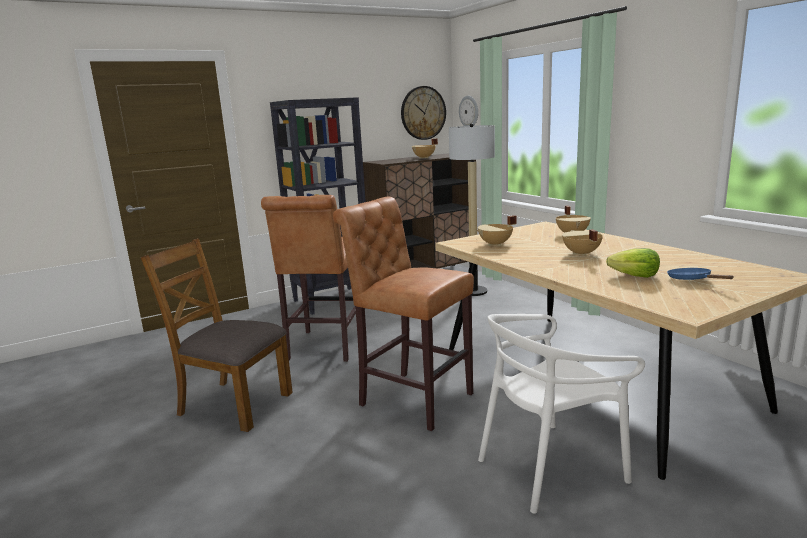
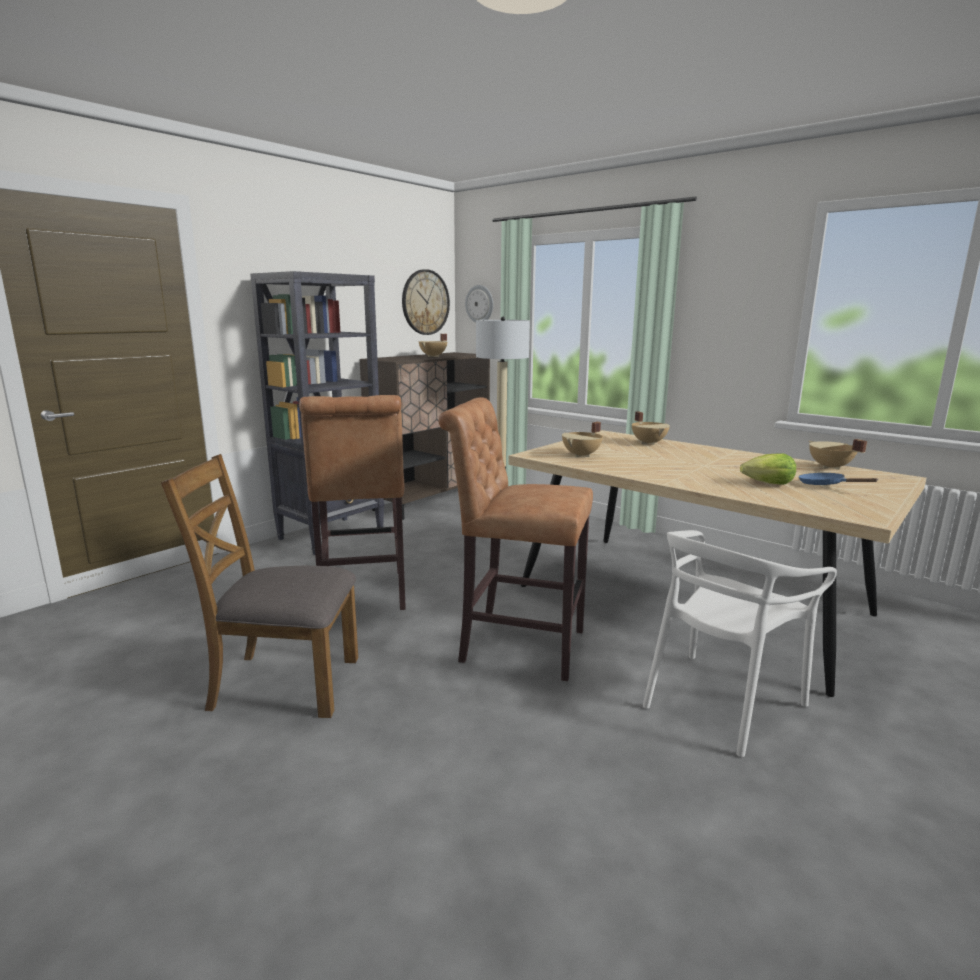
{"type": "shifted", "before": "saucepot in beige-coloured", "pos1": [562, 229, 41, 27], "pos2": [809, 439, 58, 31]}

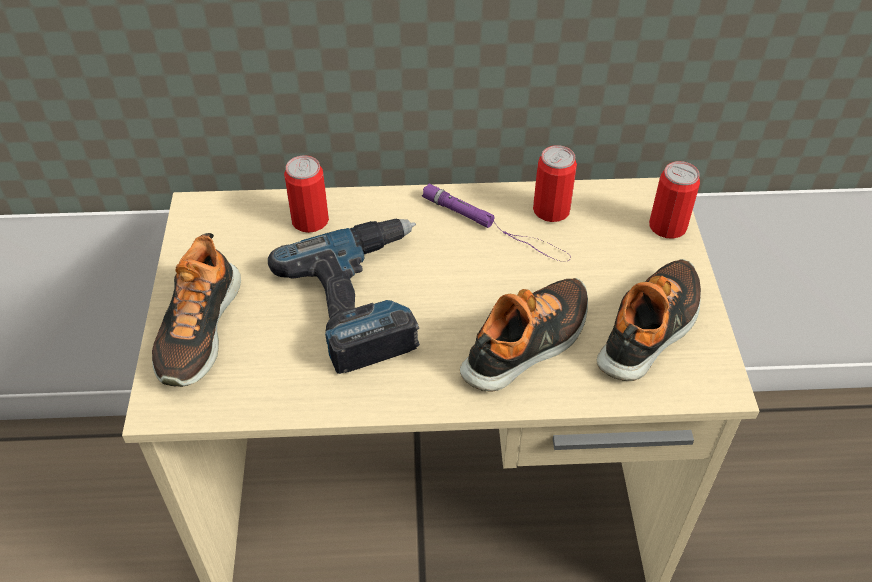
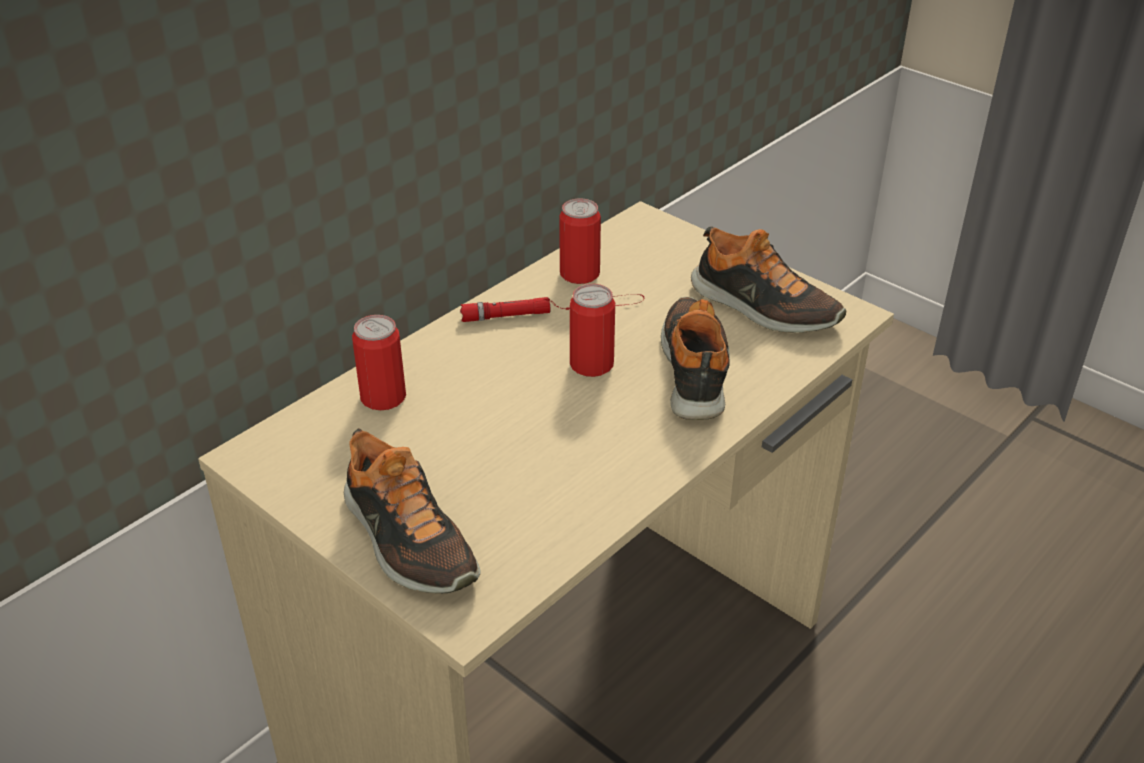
{"type": "gone", "before": "electric drill", "pos1": [268, 219, 152, 155]}
{"type": "shifted", "before": "can", "pos1": [649, 161, 51, 78], "pos2": [570, 284, 45, 93]}
{"type": "repainted", "before": "torch in purple-coloured", "after": "torch in red", "pos1": [422, 183, 149, 79], "pos2": [460, 294, 184, 28]}
{"type": "rotated", "before": "item of footwear", "pos1": [597, 259, 104, 122], "pos2": [691, 227, 155, 106], "turn": 135}

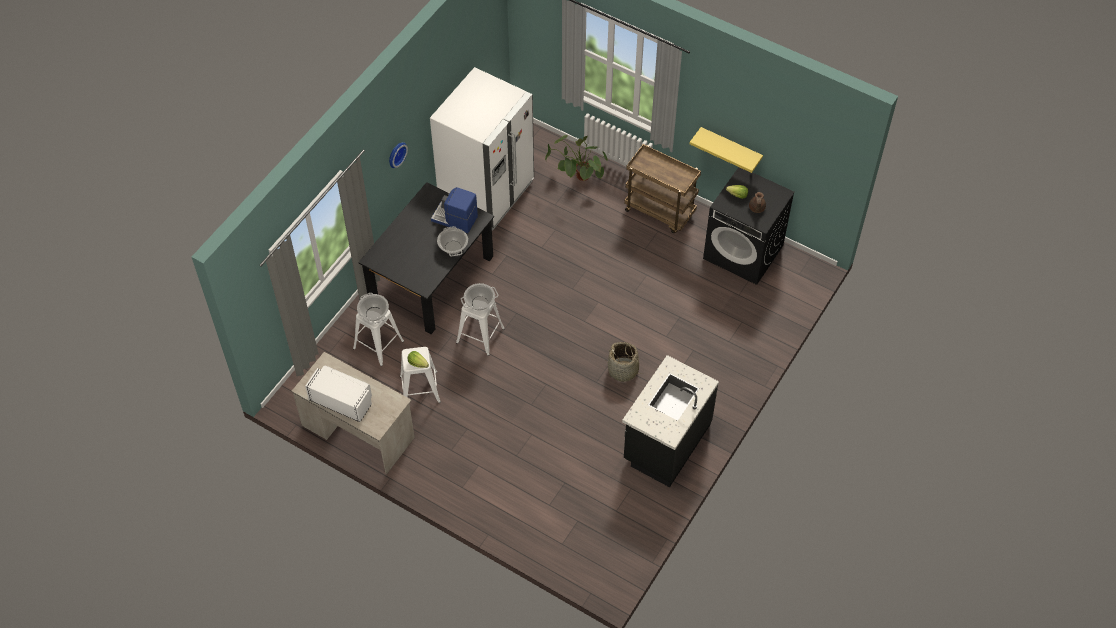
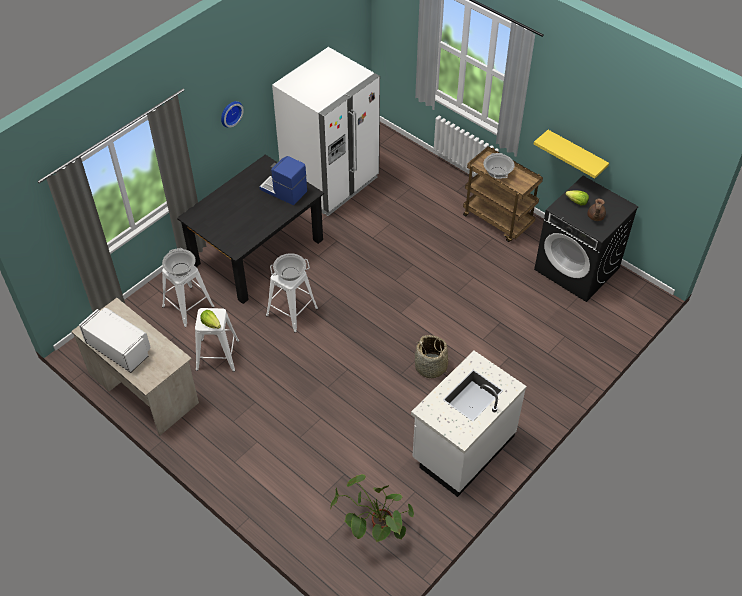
{"type": "shifted", "before": "saucepot", "pos1": [437, 226, 31, 31], "pos2": [484, 153, 31, 26]}
{"type": "shifted", "before": "houseplant", "pos1": [545, 135, 63, 46], "pos2": [330, 474, 84, 69]}
{"type": "repainted", "before": "kitchen base unit in black-coloured", "after": "kitchen base unit in white-coloured", "pos1": [622, 355, 97, 132], "pos2": [411, 351, 116, 146]}

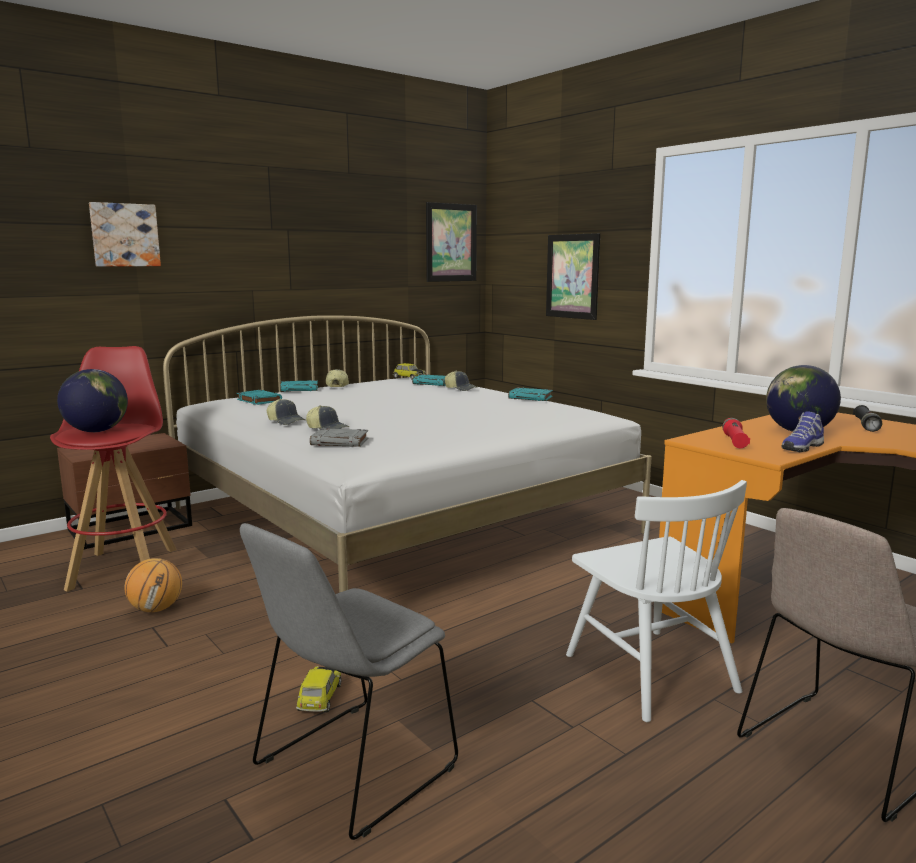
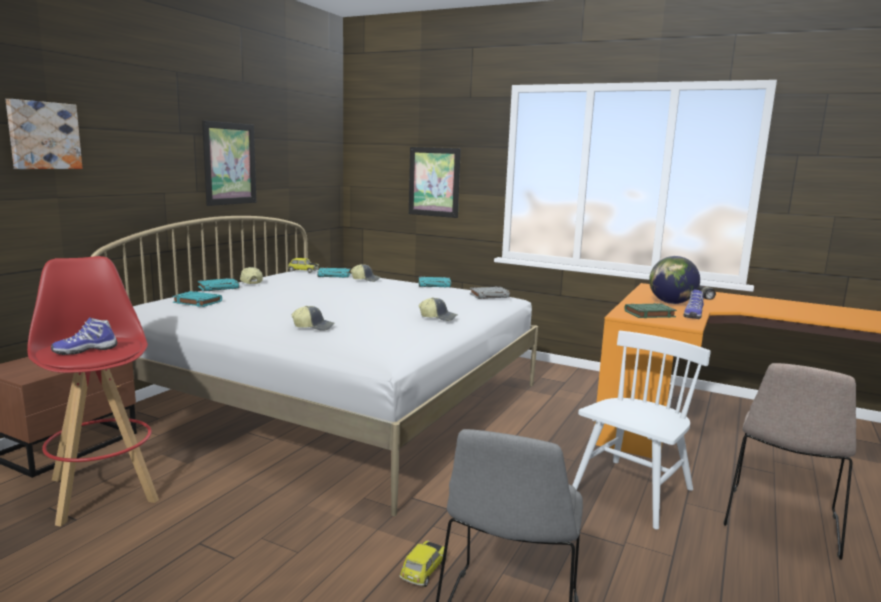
{"type": "gone", "before": "basketball", "pos1": [125, 558, 57, 54]}
{"type": "shifted", "before": "cap", "pos1": [267, 399, 38, 26], "pos2": [419, 297, 39, 24]}
{"type": "shifted", "before": "volume in grey", "pos1": [310, 428, 59, 19], "pos2": [470, 287, 40, 12]}
{"type": "shifted", "before": "wall picture", "pos1": [426, 202, 51, 80], "pos2": [202, 120, 54, 86]}
{"type": "swapped", "before": "desk globe", "after": "item of footwear", "pos1": [57, 369, 71, 63], "pos2": [51, 318, 67, 37]}
{"type": "swapped", "before": "torch in red", "after": "volume in green", "pos1": [723, 418, 27, 30], "pos2": [624, 303, 53, 15]}
{"type": "rotated", "before": "miniature car", "pos1": [296, 666, 45, 46], "pos2": [399, 540, 48, 47], "turn": 45}
{"type": "rotated", "before": "plain chair in white-coloured", "pos1": [566, 480, 181, 242], "pos2": [572, 331, 139, 199], "turn": -90}

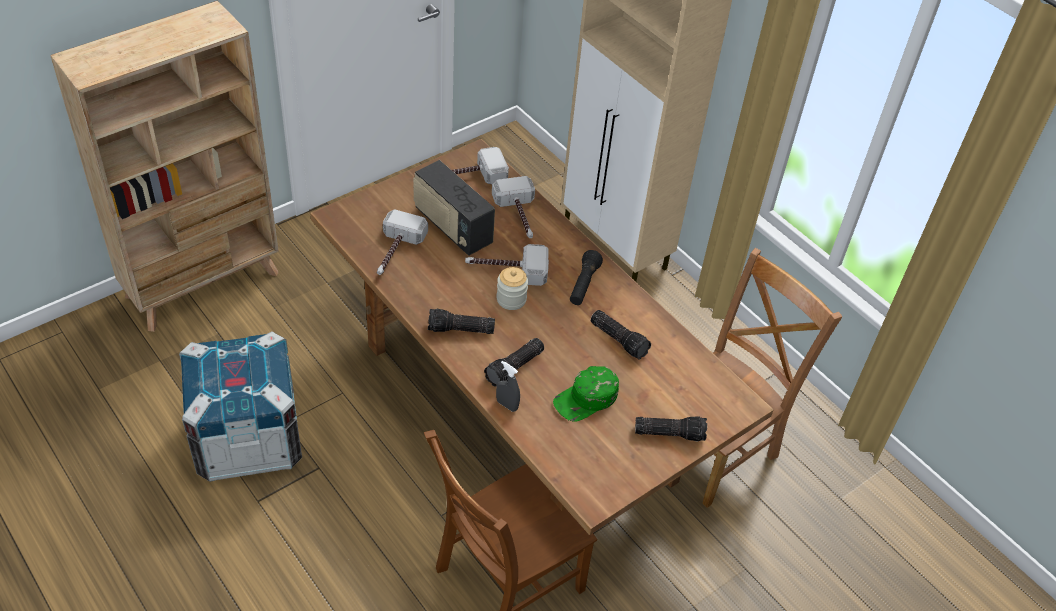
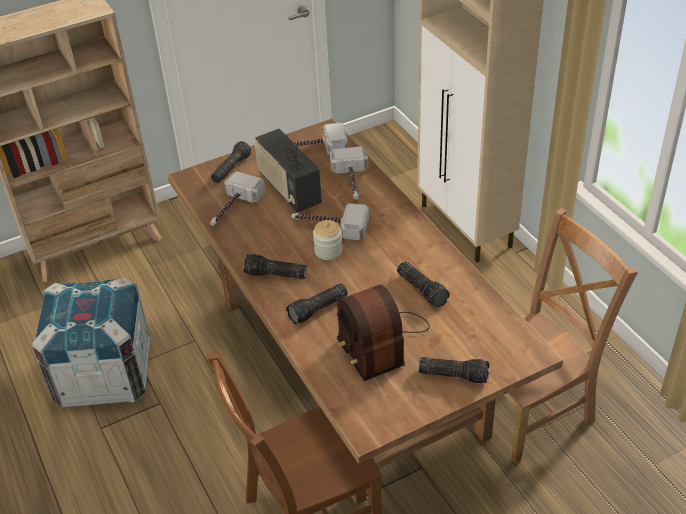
{"type": "gone", "before": "spray bottle in grey", "pos1": [496, 361, 24, 51]}
{"type": "shifted", "before": "torch in black-coloured", "pos1": [570, 250, 33, 55], "pos2": [211, 141, 40, 42]}
{"type": "swapped", "before": "cap in green", "after": "radio receiver", "pos1": [553, 366, 66, 56], "pos2": [337, 285, 93, 96]}

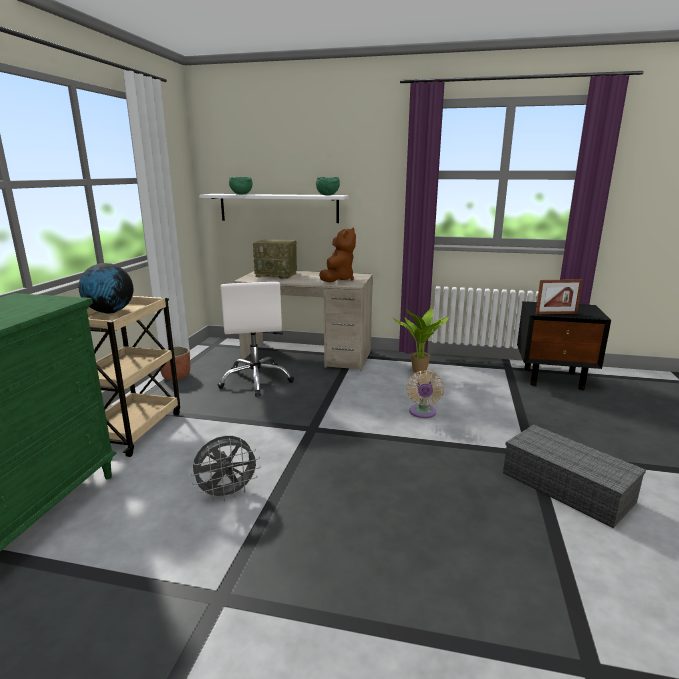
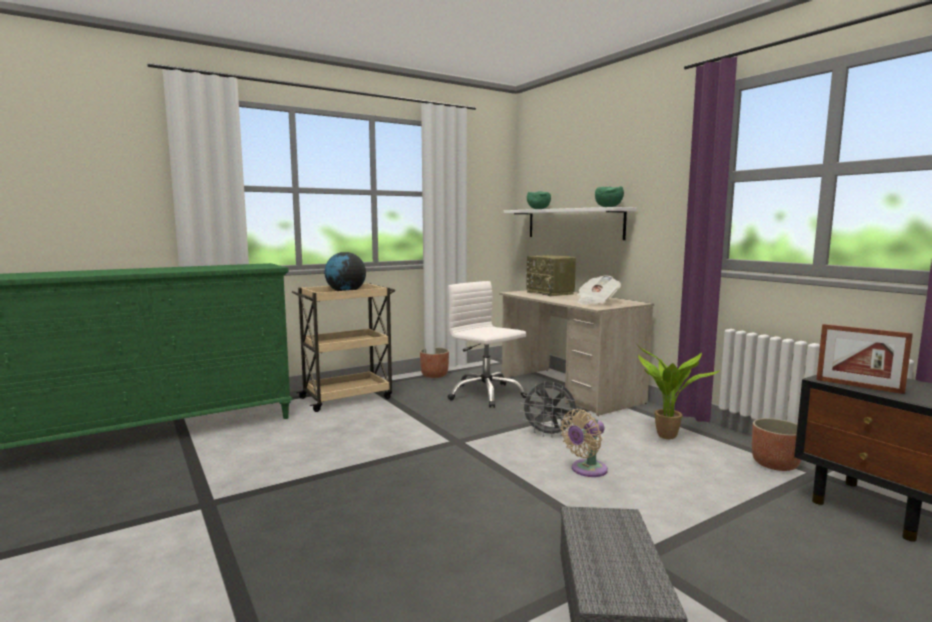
{"type": "new", "after": "plant pot", "pos2": [752, 418, 49, 53]}
{"type": "shifted", "before": "electric fan in grey", "pos1": [191, 436, 70, 65], "pos2": [520, 382, 58, 56]}
{"type": "swapped", "before": "soft toy in brown-coloured", "after": "daily paper", "pos1": [319, 228, 37, 55], "pos2": [577, 275, 44, 30]}
{"type": "rotated", "before": "computer chair in white-coloured", "pos1": [217, 282, 77, 114], "pos2": [448, 281, 80, 127], "turn": 105}

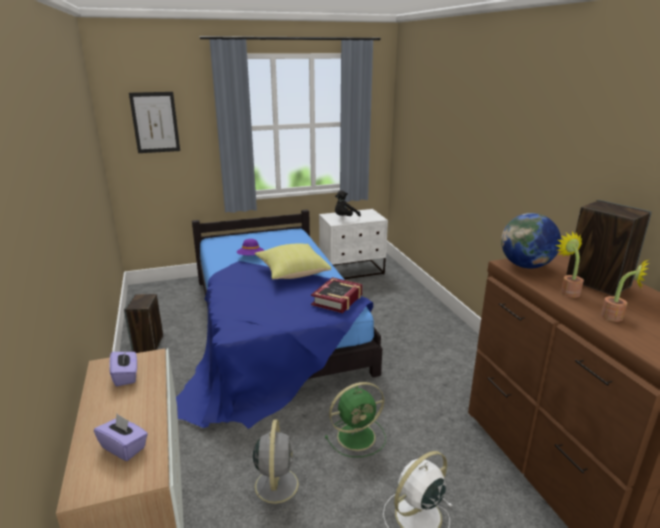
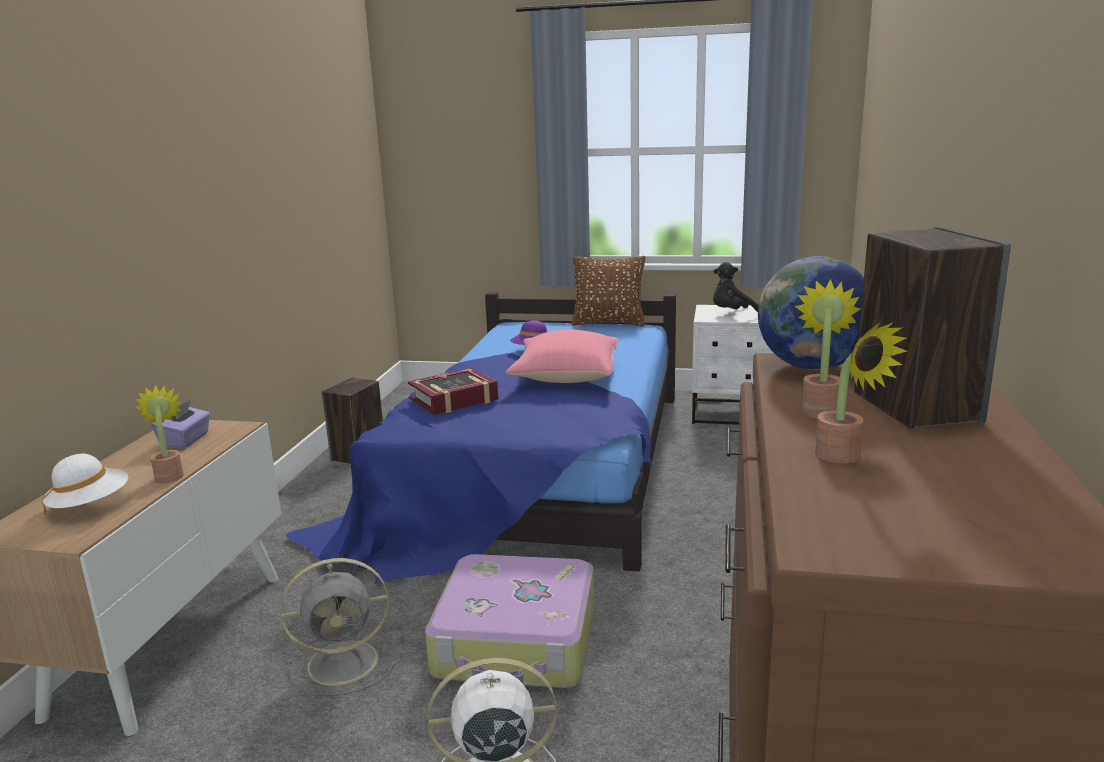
{"type": "gone", "before": "wall picture", "pos1": [129, 92, 51, 61]}
{"type": "new", "after": "houseplant", "pos2": [135, 385, 49, 98]}
{"type": "new", "after": "cushion in brown-coloured", "pos2": [572, 256, 73, 71]}
{"type": "shifted", "before": "volume", "pos1": [311, 277, 52, 36], "pos2": [408, 368, 91, 47]}
{"type": "swapped", "before": "box of tissues in purple-coloured", "after": "hat in white-coloured", "pos1": [94, 414, 54, 47], "pos2": [42, 454, 86, 61]}
{"type": "swapped", "before": "electric fan in green", "after": "travel case", "pos1": [325, 382, 61, 75], "pos2": [425, 554, 169, 134]}
{"type": "repainted", "before": "cushion in yellow-coloured", "after": "cushion in pink-coloured", "pos1": [254, 243, 77, 36], "pos2": [506, 329, 112, 54]}
{"type": "rotated", "before": "electric fan in grey", "pos1": [245, 420, 62, 94], "pos2": [280, 558, 116, 138], "turn": 45}

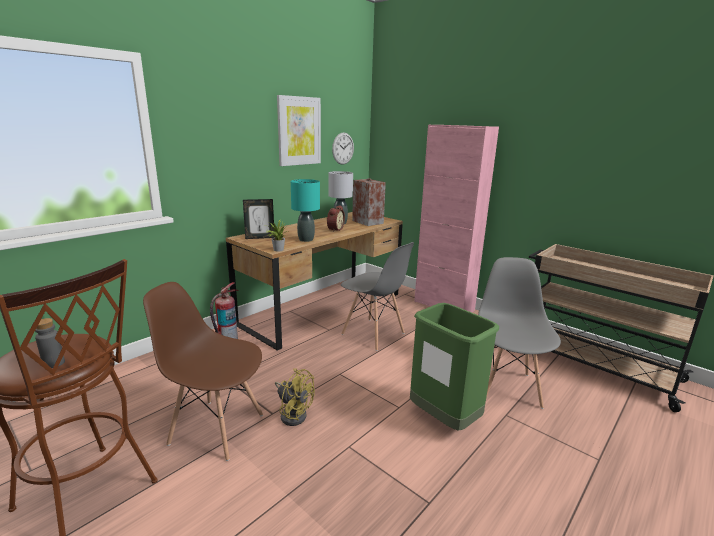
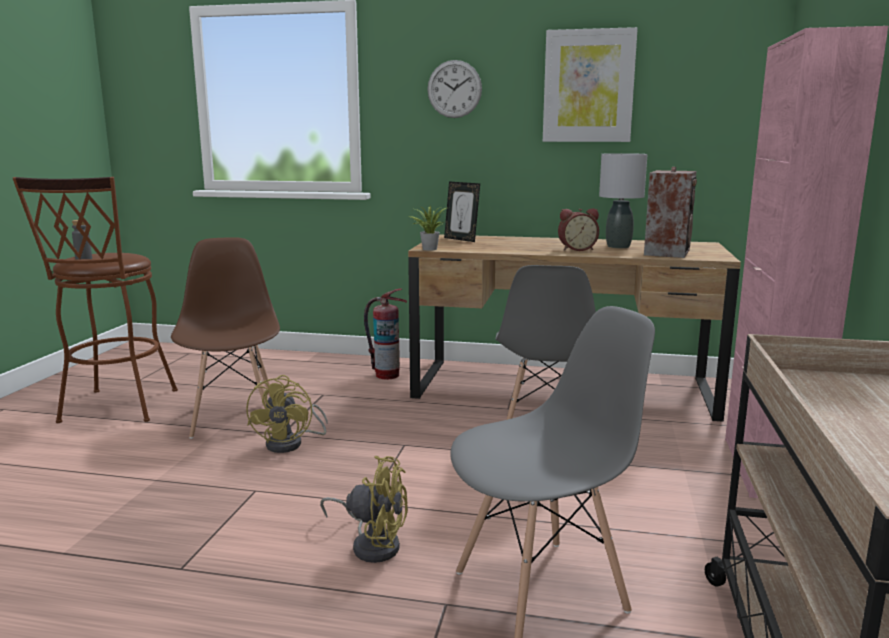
{"type": "gone", "before": "lamp for a table in blue-green", "pos1": [291, 179, 29, 63]}
{"type": "shifted", "before": "clock on the wall", "pos1": [332, 132, 22, 33], "pos2": [427, 60, 55, 58]}
{"type": "swapped", "before": "trash can in green", "after": "electric fan in yellow-coloured", "pos1": [410, 303, 89, 128], "pos2": [320, 456, 88, 107]}

